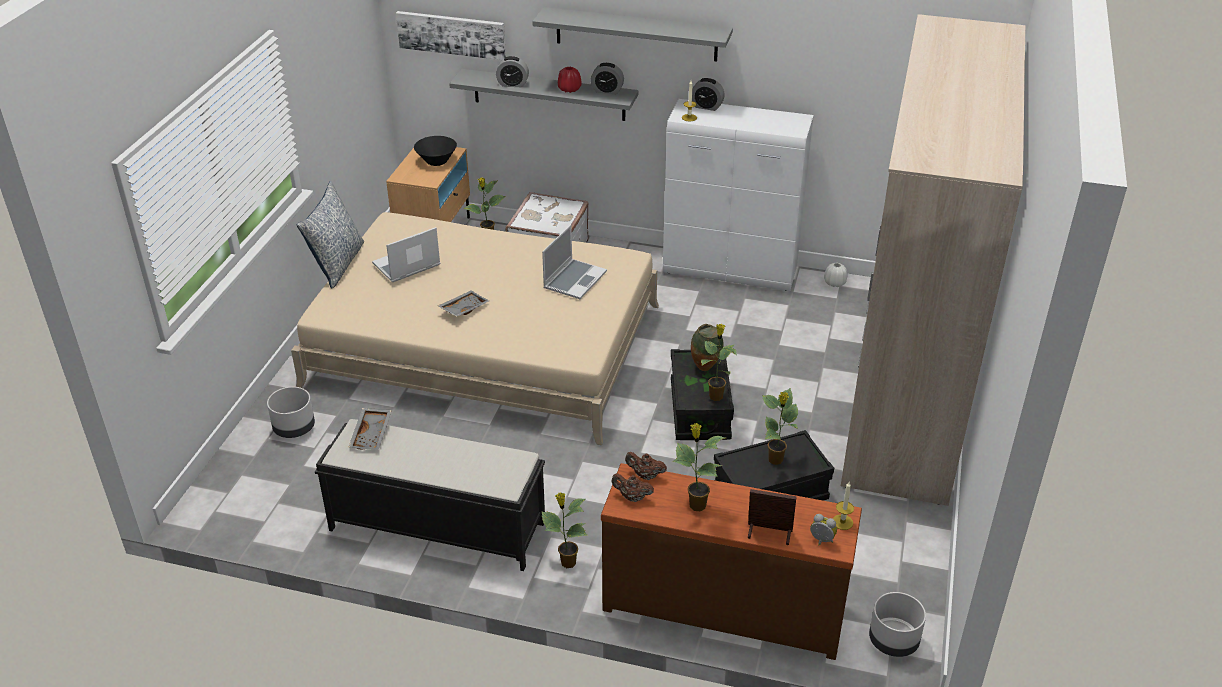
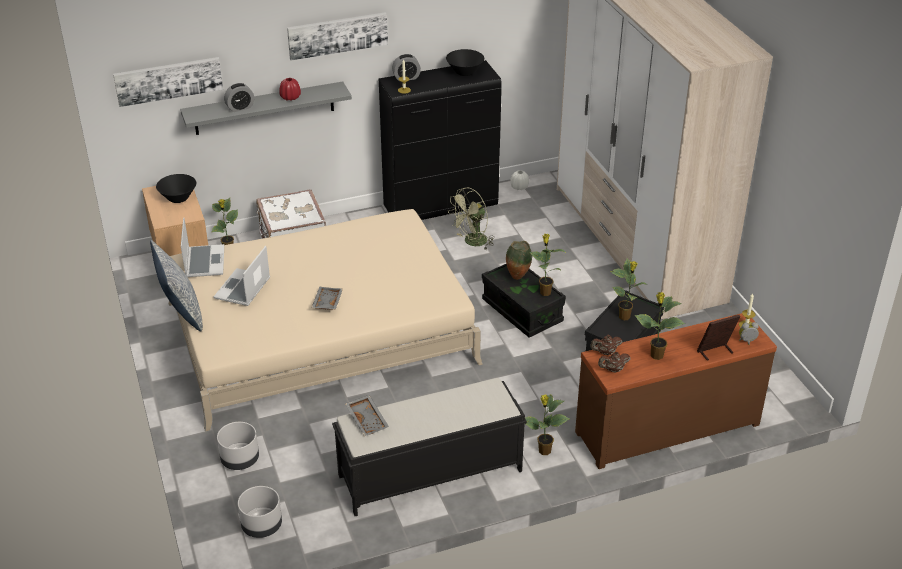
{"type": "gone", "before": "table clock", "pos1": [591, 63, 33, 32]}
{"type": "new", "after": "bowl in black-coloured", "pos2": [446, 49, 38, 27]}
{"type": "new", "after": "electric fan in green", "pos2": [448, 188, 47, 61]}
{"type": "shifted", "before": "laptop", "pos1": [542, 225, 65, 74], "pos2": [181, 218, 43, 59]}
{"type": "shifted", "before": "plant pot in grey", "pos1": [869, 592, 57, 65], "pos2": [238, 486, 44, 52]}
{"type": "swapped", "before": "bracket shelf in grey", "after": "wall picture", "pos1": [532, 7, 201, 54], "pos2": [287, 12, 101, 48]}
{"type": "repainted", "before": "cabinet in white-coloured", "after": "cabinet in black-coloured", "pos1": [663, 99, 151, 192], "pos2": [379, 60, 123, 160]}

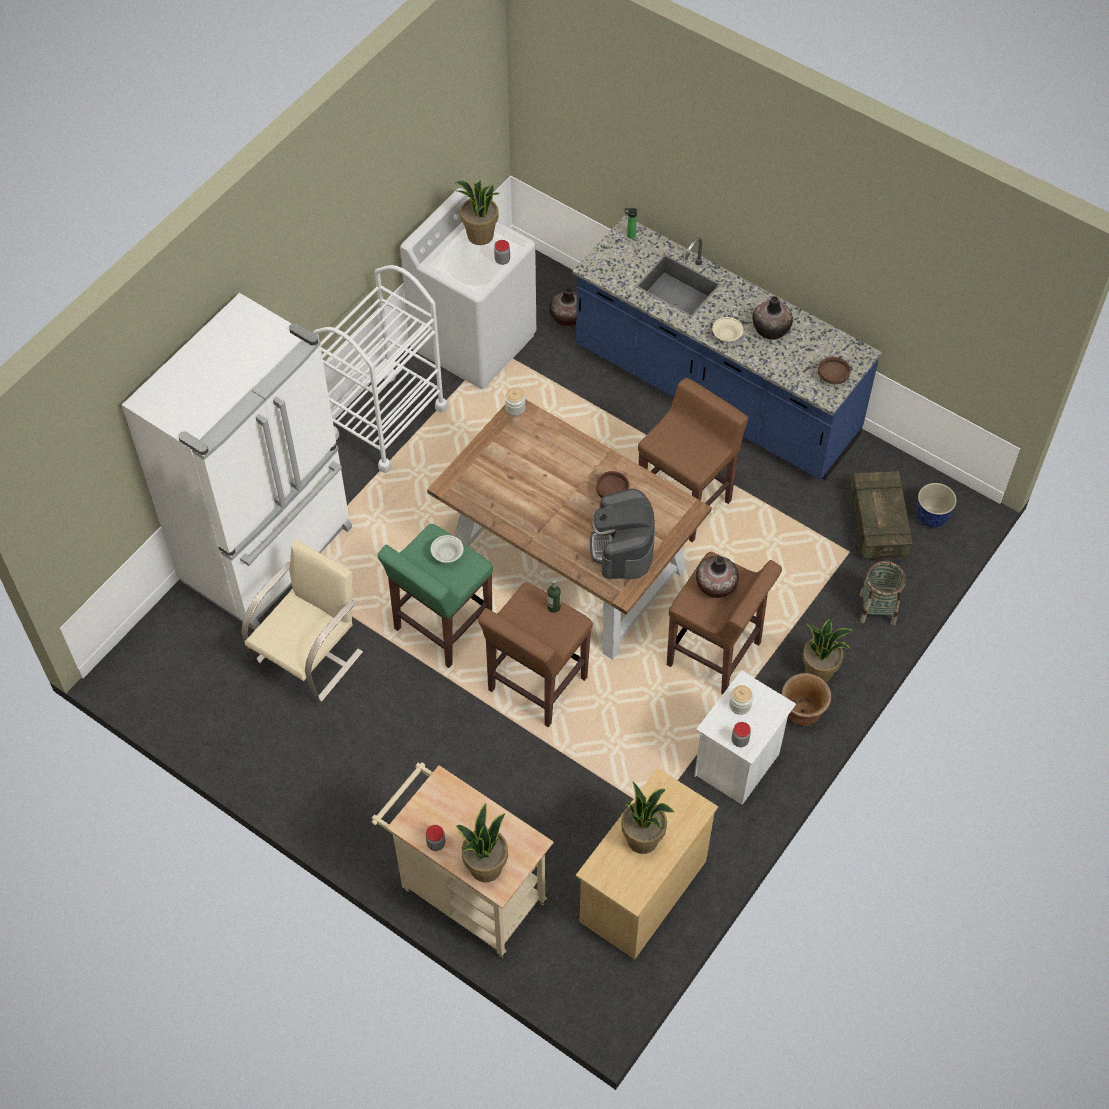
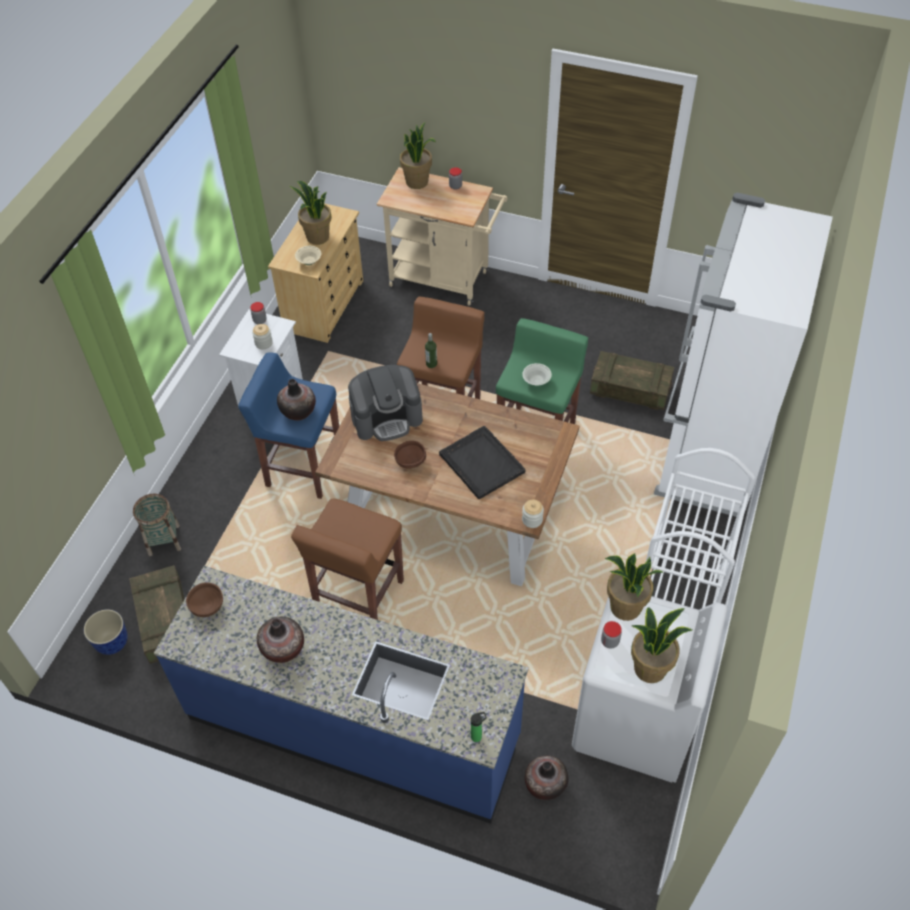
{"type": "gone", "before": "plant pot in brown-coloured", "pos1": [782, 673, 49, 53]}
{"type": "new", "after": "tray in black-coloured", "pos2": [439, 426, 87, 73]}
{"type": "shifted", "before": "bowl in beige-coloured", "pos1": [712, 317, 31, 24], "pos2": [295, 246, 26, 19]}
{"type": "shifted", "before": "houseplant", "pos1": [803, 619, 51, 64], "pos2": [605, 553, 59, 68]}
{"type": "swapped", "before": "plain chair in beige-coloured", "after": "crate", "pos1": [242, 539, 121, 164], "pos2": [590, 351, 84, 59]}
{"type": "repainted", "before": "sitting stool in brown-coloured", "after": "sitting stool in blue-coloured", "pos1": [667, 552, 115, 143], "pos2": [238, 353, 101, 146]}
{"type": "rotated", "before": "coffee brewer", "pos1": [590, 489, 65, 91], "pos2": [348, 365, 75, 76], "turn": 90}

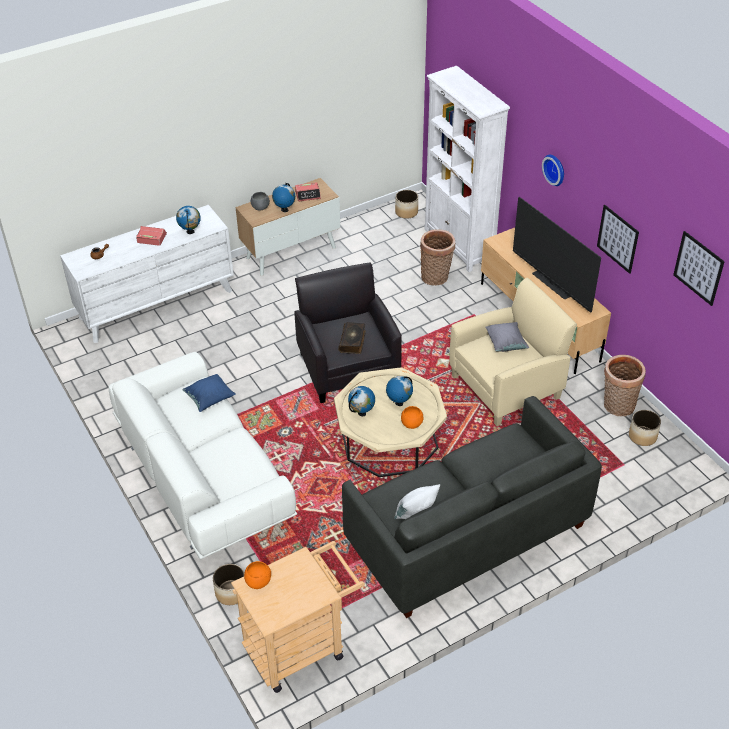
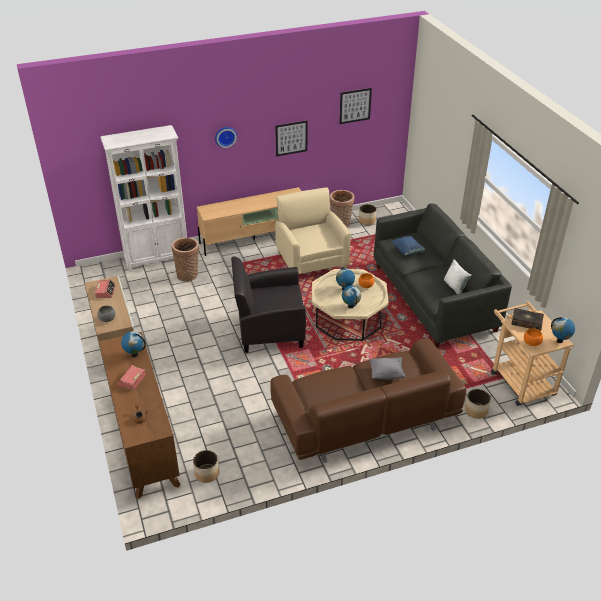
{"type": "gone", "before": "television", "pos1": [513, 197, 88, 116]}
{"type": "shifted", "before": "cushion in blue-coloured", "pos1": [183, 374, 53, 38], "pos2": [391, 236, 35, 20]}
{"type": "shifted", "before": "desk globe", "pos1": [272, 183, 23, 29], "pos2": [551, 317, 24, 26]}
{"type": "shifted", "before": "volume", "pos1": [338, 322, 28, 32], "pos2": [511, 308, 33, 23]}
{"type": "shifted", "before": "plant pot", "pos1": [395, 190, 23, 29], "pos2": [193, 450, 26, 33]}
{"type": "shifted", "before": "cushion in grey", "pos1": [485, 322, 44, 30], "pos2": [369, 358, 36, 22]}
{"type": "repainted", "before": "chest of drawers in white-coloured", "after": "chest of drawers in brown-coloured", "pos1": [60, 205, 174, 138], "pos2": [99, 332, 81, 167]}
{"type": "repainted", "before": "settee in white-coloured", "after": "settee in brown-coloured", "pos1": [109, 352, 188, 208], "pos2": [270, 338, 196, 125]}

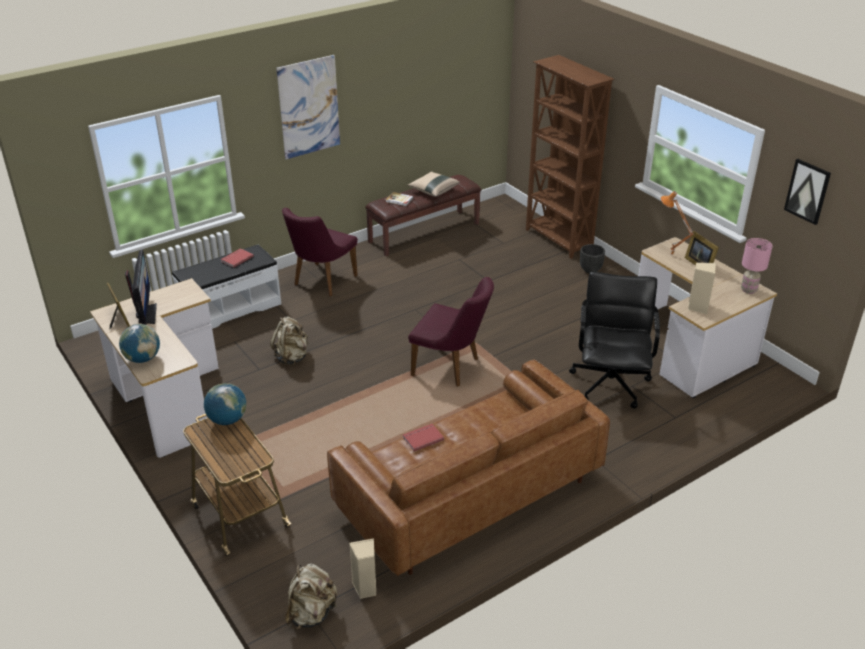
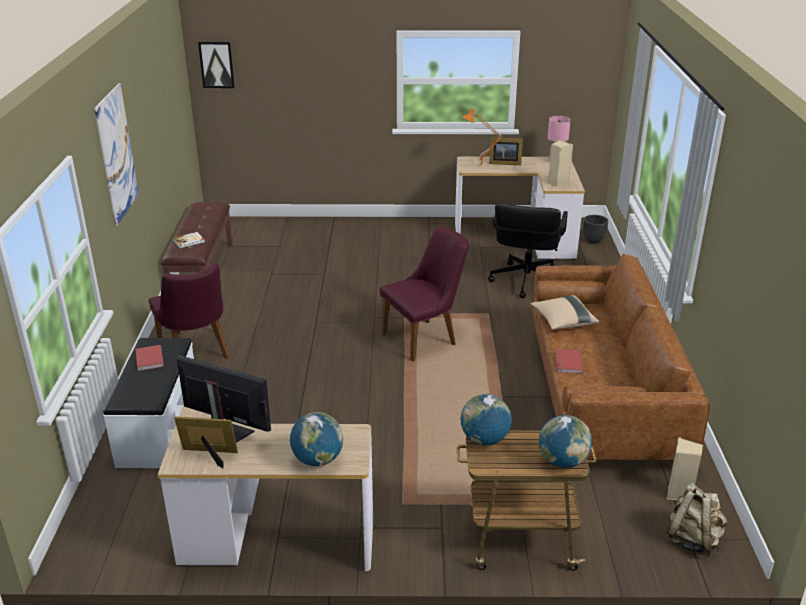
{"type": "gone", "before": "rucksack in beige-coloured", "pos1": [270, 317, 39, 48]}
{"type": "gone", "before": "shelving unit in brown-coloured", "pos1": [526, 55, 88, 204]}
{"type": "new", "after": "desk globe", "pos2": [539, 415, 53, 53]}
{"type": "shifted", "before": "cushion in beige-coloured", "pos1": [407, 172, 53, 25], "pos2": [530, 295, 69, 35]}
{"type": "shifted", "before": "plant pot in black-coloured", "pos1": [580, 244, 25, 29], "pos2": [583, 215, 25, 29]}
{"type": "shifted", "before": "wall picture", "pos1": [784, 159, 47, 66], "pos2": [198, 42, 37, 46]}
{"type": "rotated", "before": "computer chair in black-coloured", "pos1": [569, 272, 91, 136], "pos2": [488, 203, 80, 95], "turn": -120}

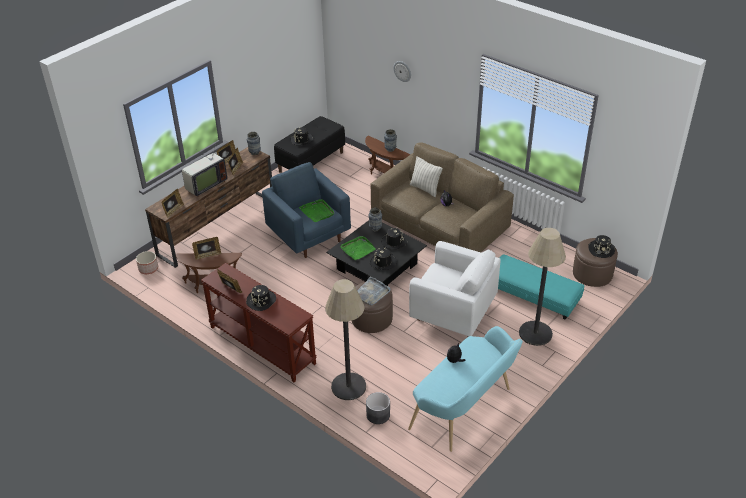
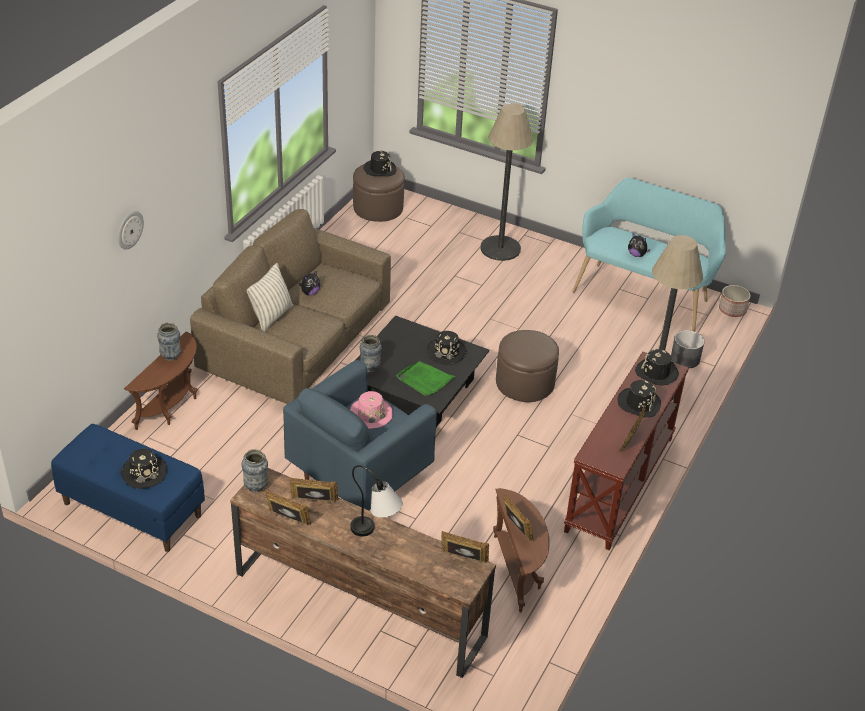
{"type": "gone", "before": "tray in grey", "pos1": [357, 277, 34, 29]}
{"type": "gone", "before": "easy chair in white-coloured", "pos1": [409, 241, 92, 96]}
{"type": "gone", "before": "pouffe in blue-green", "pos1": [498, 254, 86, 66]}
{"type": "shifted", "before": "plant pot", "pos1": [136, 251, 22, 23], "pos2": [719, 285, 31, 32]}
{"type": "shifted", "before": "hat in black-coloured", "pos1": [381, 228, 26, 22], "pos2": [635, 348, 44, 37]}
{"type": "swapped", "before": "television", "after": "lamp for a table", "pos1": [182, 137, 45, 60], "pos2": [350, 465, 53, 72]}
{"type": "swapped", "before": "tray in green", "after": "hat in pink-coloured", "pos1": [299, 199, 36, 23], "pos2": [350, 391, 43, 38]}
{"type": "repainted", "before": "bench in black-coloured", "after": "bench in blue-coloured", "pos1": [274, 116, 71, 56], "pos2": [51, 424, 154, 128]}

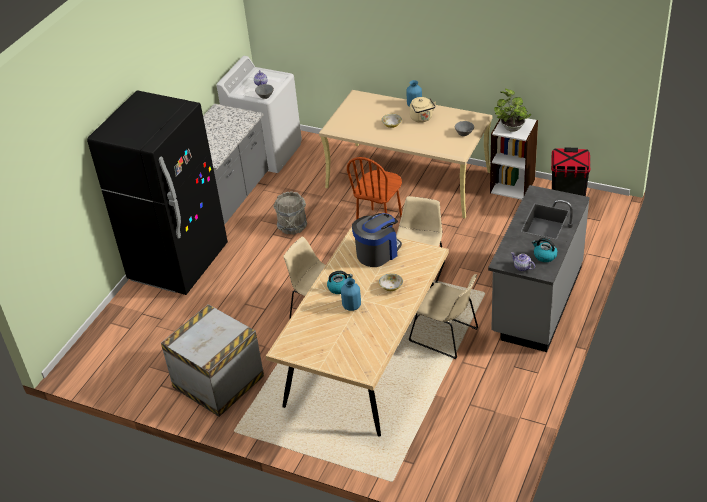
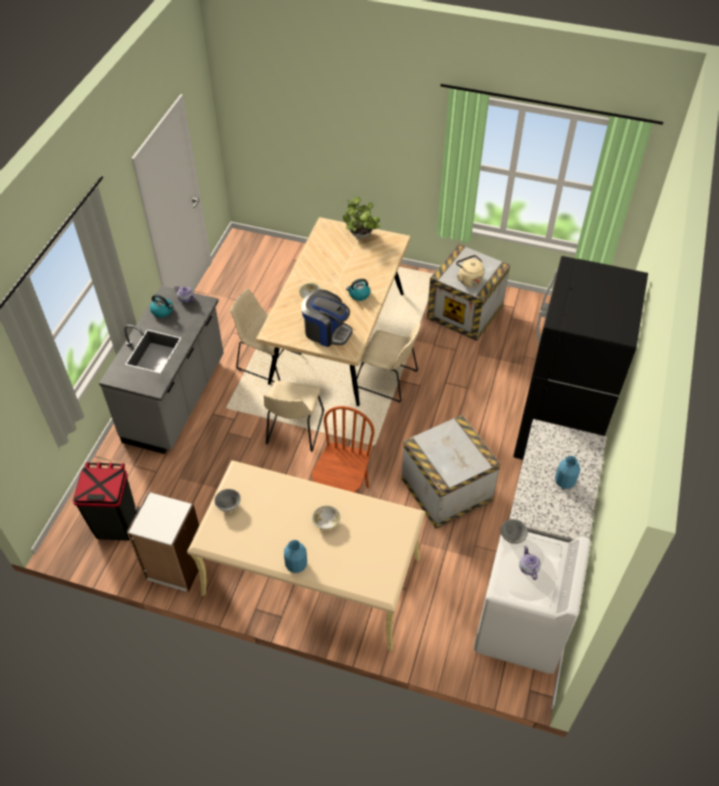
{"type": "shifted", "before": "vase in blue-coloured", "pos1": [341, 278, 20, 33], "pos2": [555, 456, 25, 33]}
{"type": "shifted", "before": "tea kettle in beige-coloured", "pos1": [410, 97, 26, 25], "pos2": [456, 255, 28, 32]}
{"type": "shifted", "before": "houseplant", "pos1": [494, 89, 37, 43], "pos2": [343, 197, 38, 42]}
{"type": "swapped", "before": "pail in grey", "after": "crate", "pos1": [274, 191, 33, 44], "pos2": [401, 415, 100, 114]}
{"type": "rotated", "before": "coffee brewer", "pos1": [352, 213, 50, 54], "pos2": [302, 289, 51, 58], "turn": -105}

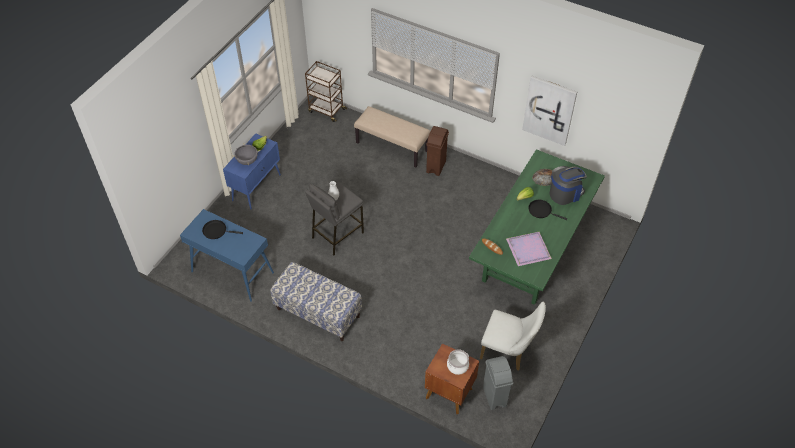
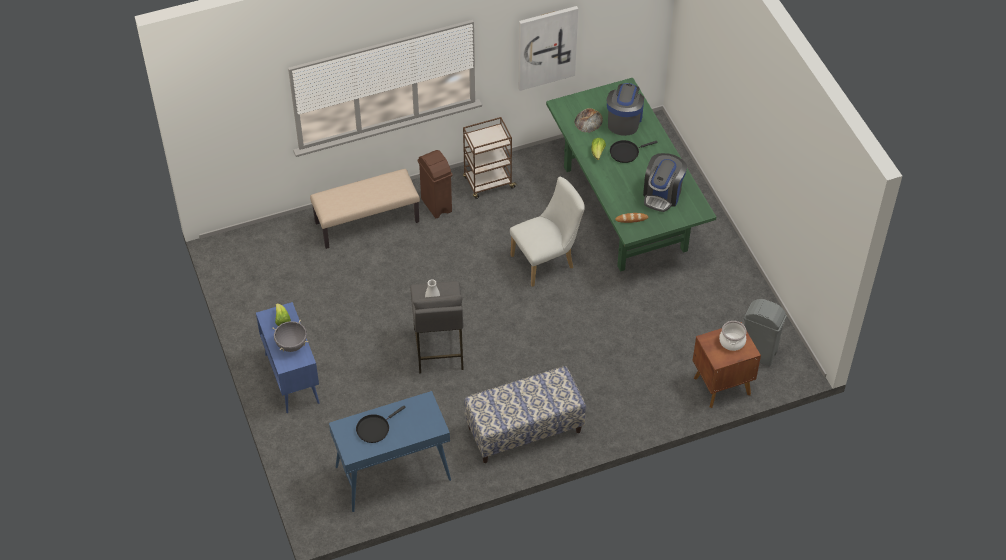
{"type": "shifted", "before": "cart in brown-coloured", "pos1": [305, 61, 42, 61], "pos2": [463, 117, 54, 82]}
{"type": "shifted", "before": "plain chair in white-coloured", "pos1": [480, 302, 66, 69], "pos2": [510, 177, 75, 110]}
{"type": "swapped", "before": "tray in purple-coloured", "after": "coffee brewer", "pos1": [506, 232, 46, 34], "pos2": [643, 153, 44, 59]}

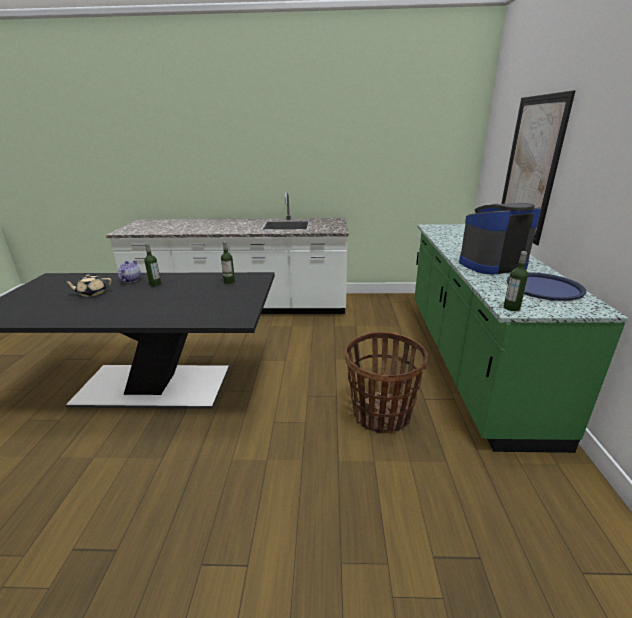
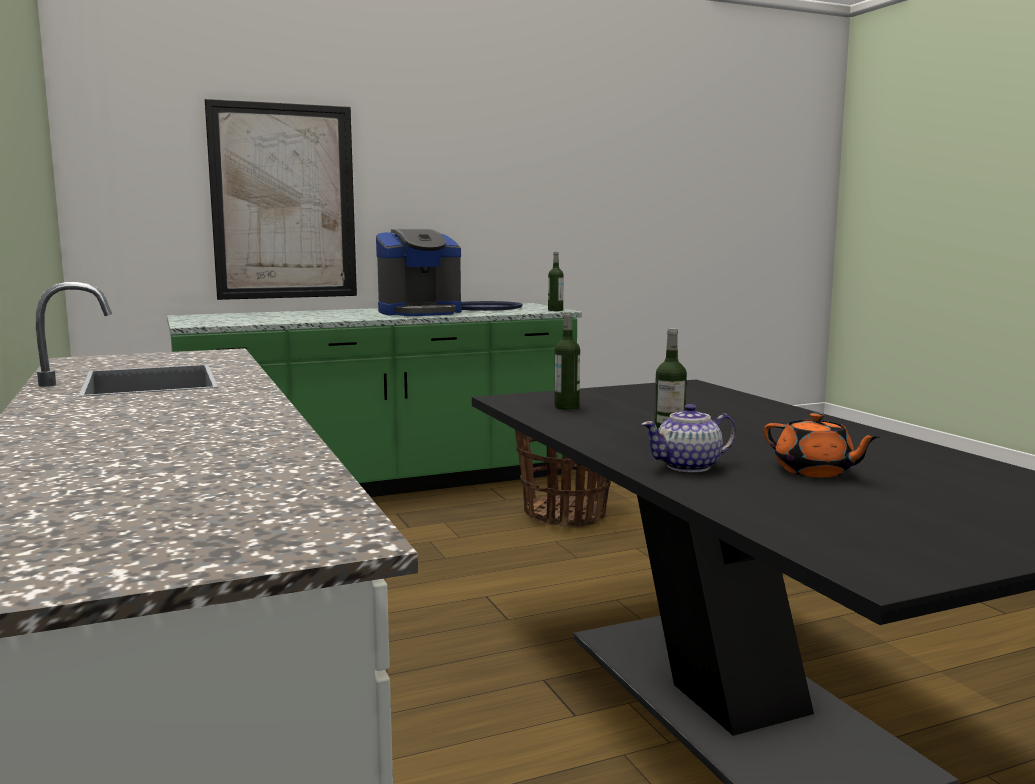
{"type": "repainted", "before": "pot for tea in beige-coloured", "after": "pot for tea in orange", "pos1": [64, 274, 48, 23], "pos2": [764, 413, 117, 64]}
{"type": "rotated", "before": "coffee brewer", "pos1": [459, 203, 82, 72], "pos2": [376, 229, 86, 87], "turn": -75}

